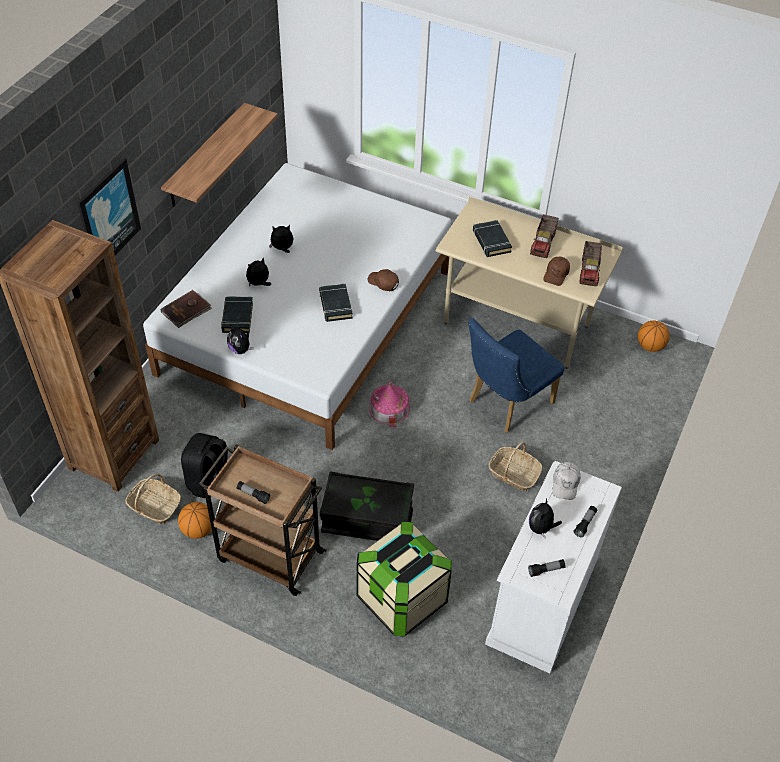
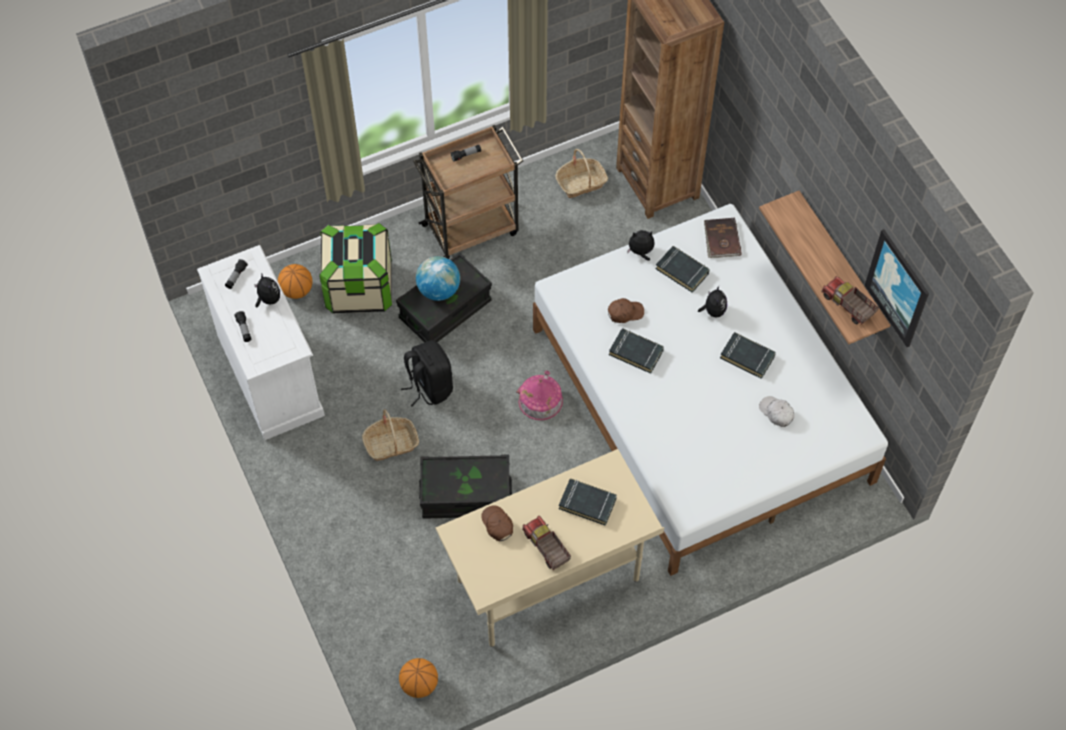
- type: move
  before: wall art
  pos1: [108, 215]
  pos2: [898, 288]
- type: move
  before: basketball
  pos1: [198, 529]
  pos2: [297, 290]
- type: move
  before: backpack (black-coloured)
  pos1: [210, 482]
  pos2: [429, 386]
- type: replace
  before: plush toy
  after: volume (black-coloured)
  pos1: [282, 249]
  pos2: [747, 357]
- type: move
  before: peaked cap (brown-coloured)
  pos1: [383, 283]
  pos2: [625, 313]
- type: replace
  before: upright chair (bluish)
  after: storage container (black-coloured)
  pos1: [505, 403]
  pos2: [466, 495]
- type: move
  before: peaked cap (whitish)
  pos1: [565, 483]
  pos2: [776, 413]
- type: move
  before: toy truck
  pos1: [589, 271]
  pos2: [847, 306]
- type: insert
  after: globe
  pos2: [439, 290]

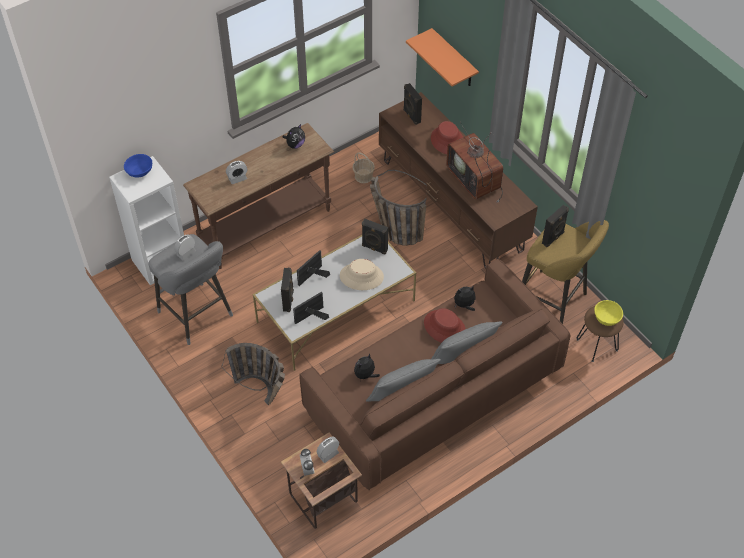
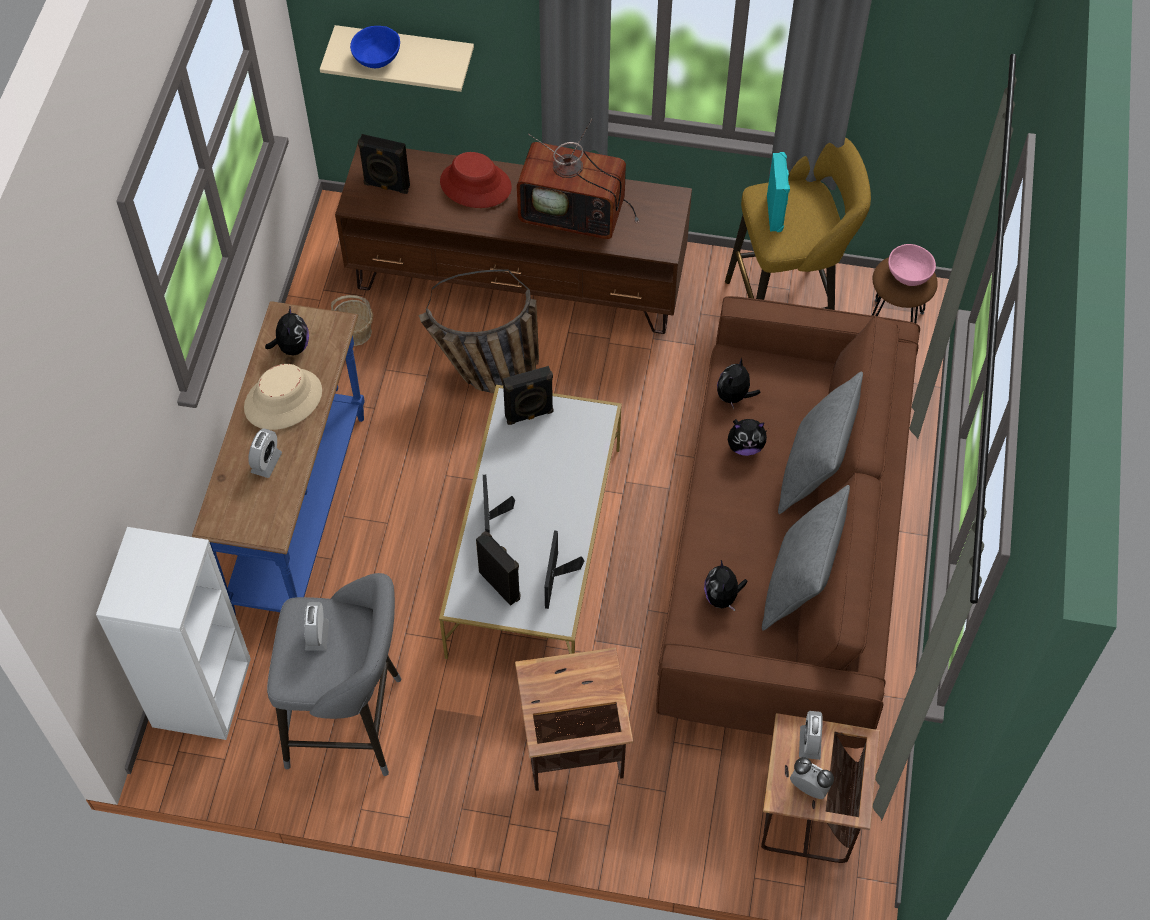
- type: move
  before: bowl (bluish)
  pos1: [140, 171]
  pos2: [377, 58]
- type: recolor
  before: narrow table (brown-coloured)
  after: narrow table (bluish)
  pos1: [266, 228]
  pos2: [301, 514]
- type: replace
  before: basket
  after: end table
  pos1: [263, 394]
  pos2: [571, 748]
- type: move
  before: hat (beige-coloured)
  pos1: [361, 276]
  pos2: [283, 399]
- type: recolor
  before: shelf (orange-coloured)
  after: shelf (beige-coloured)
  pos1: [454, 59]
  pos2: [406, 52]
- type: replace
  before: hat (red)
  after: plush toy
  pos1: [445, 327]
  pos2: [745, 446]
- type: recolor
  before: audio speaker (black-coloured)
  after: audio speaker (turquoise)
  pos1: [553, 238]
  pos2: [775, 213]
- type: recolor
  before: bowl (yellowish)
  after: bowl (pink)
  pos1: [606, 318]
  pos2: [908, 275]

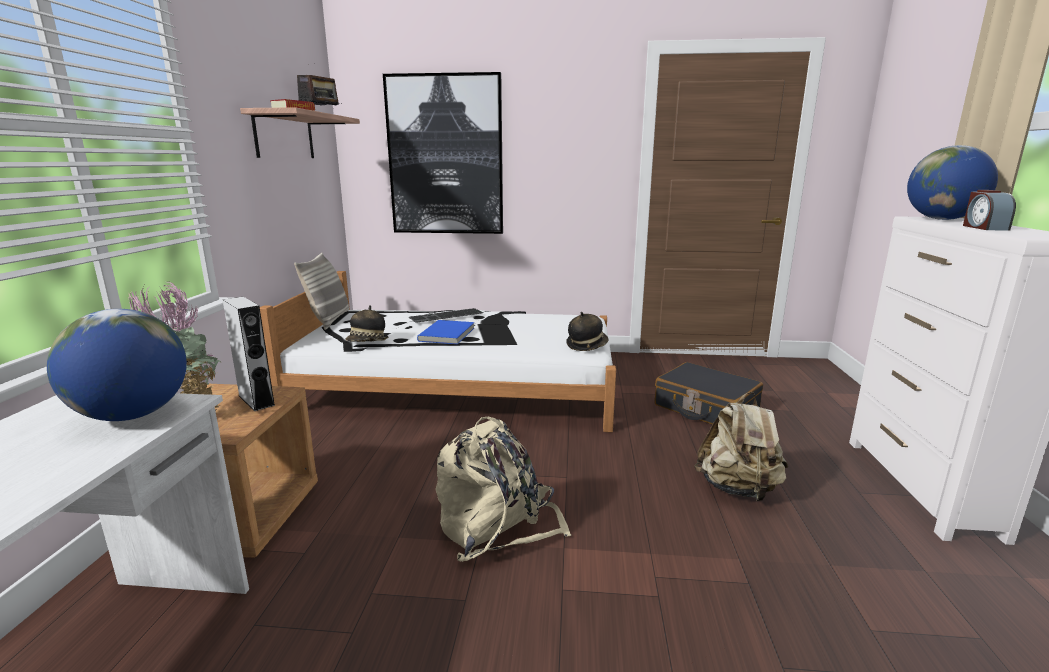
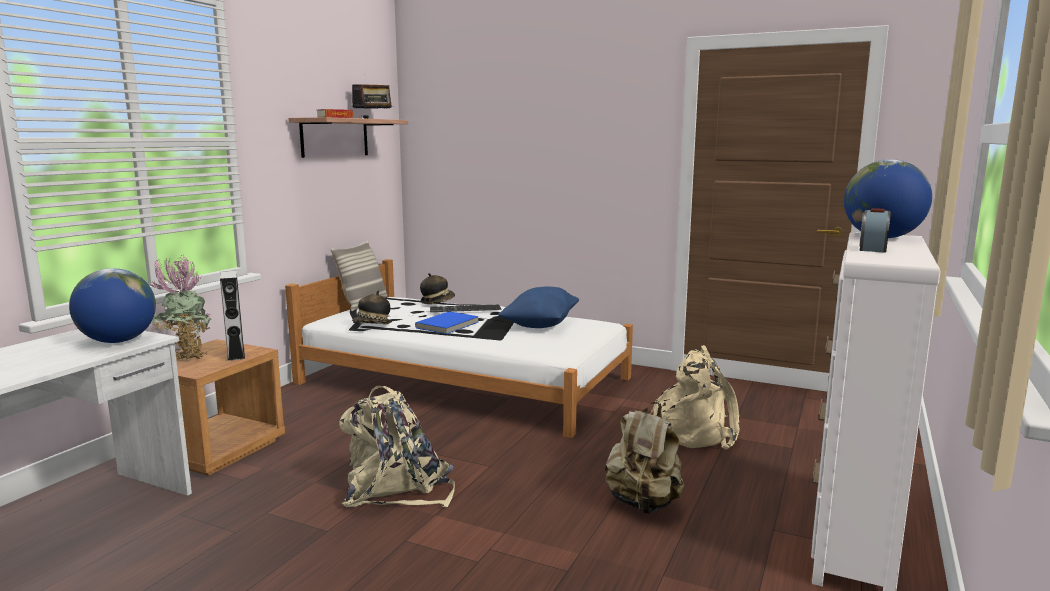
- type: delete
  before: wall art
  pos1: [445, 156]
- type: move
  before: hat
  pos1: [586, 345]
  pos2: [437, 301]
- type: replace
  before: travel case (black-coloured)
  after: backpack (beige-coloured)
  pos1: [705, 408]
  pos2: [695, 432]
- type: insert
  after: throw pillow (bluish)
  pos2: [540, 325]

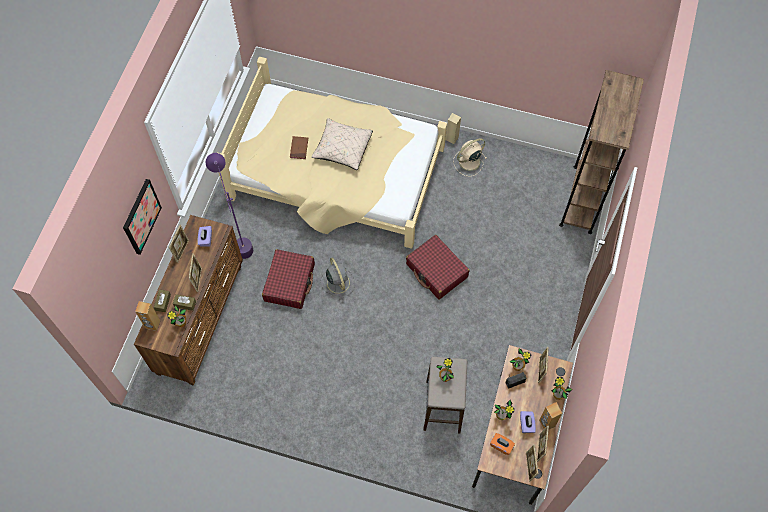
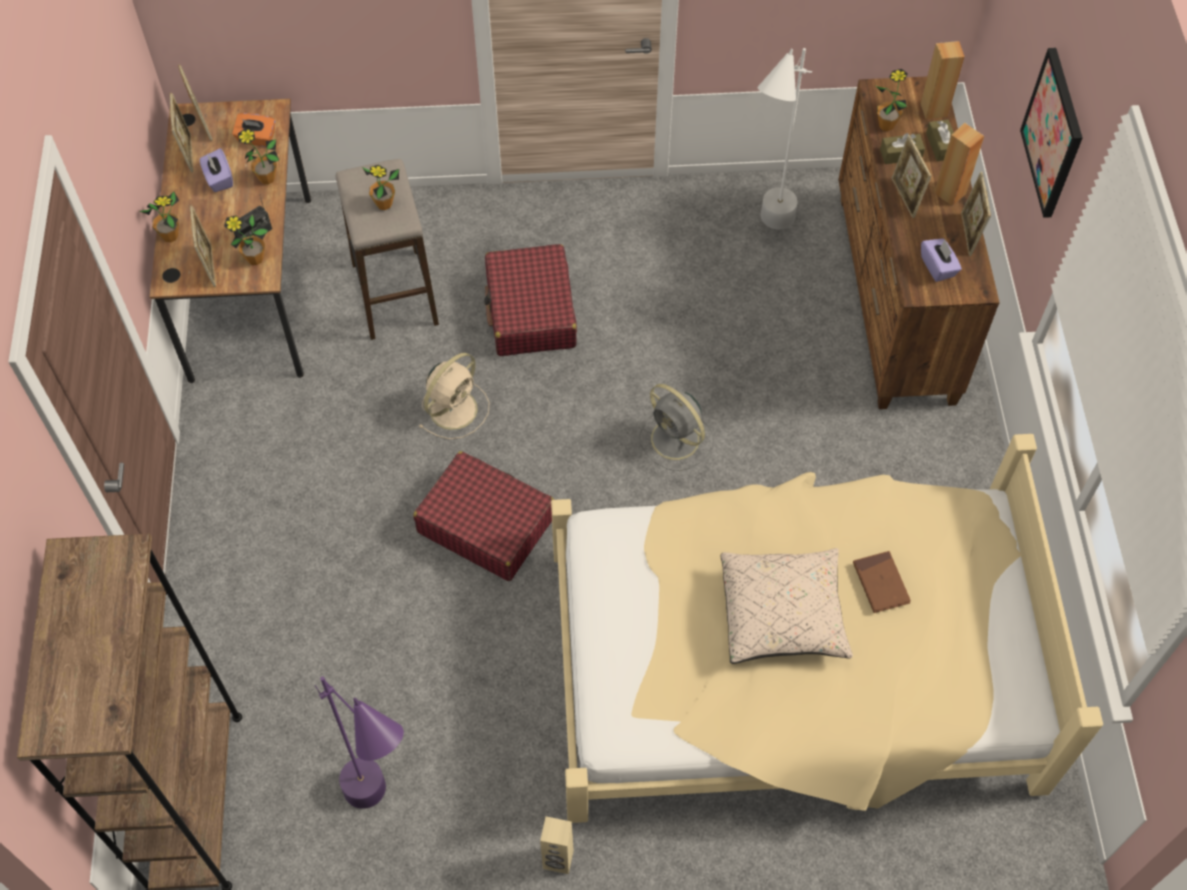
- type: move
  before: floor lamp (purple)
  pos1: [239, 238]
  pos2: [387, 813]
- type: move
  before: travel case (red)
  pos1: [289, 282]
  pos2: [531, 311]
- type: move
  before: cooling fan (beige-coloured)
  pos1: [468, 162]
  pos2: [455, 408]
- type: move
  before: audio speaker (brown-coloured)
  pos1: [546, 423]
  pos2: [950, 193]
- type: insert
  after: floor lamp (whitish)
  pos2: [766, 236]

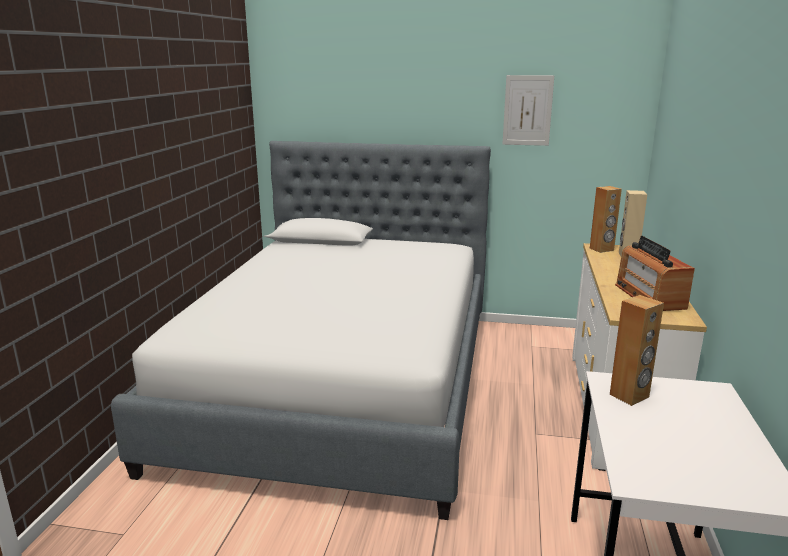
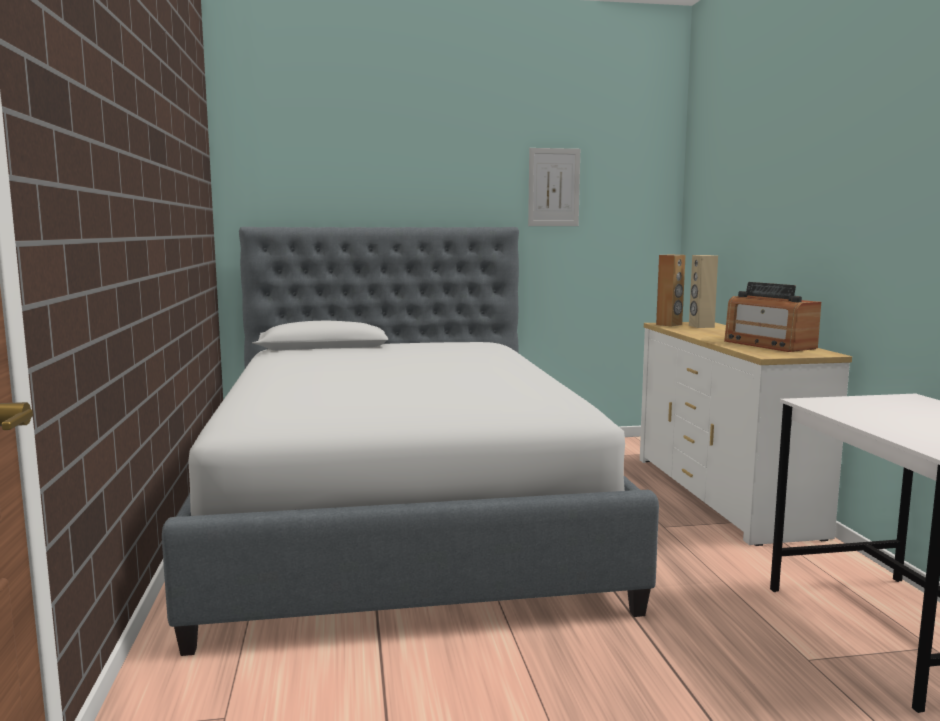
- type: delete
  before: audio speaker (brown-coloured)
  pos1: [629, 396]

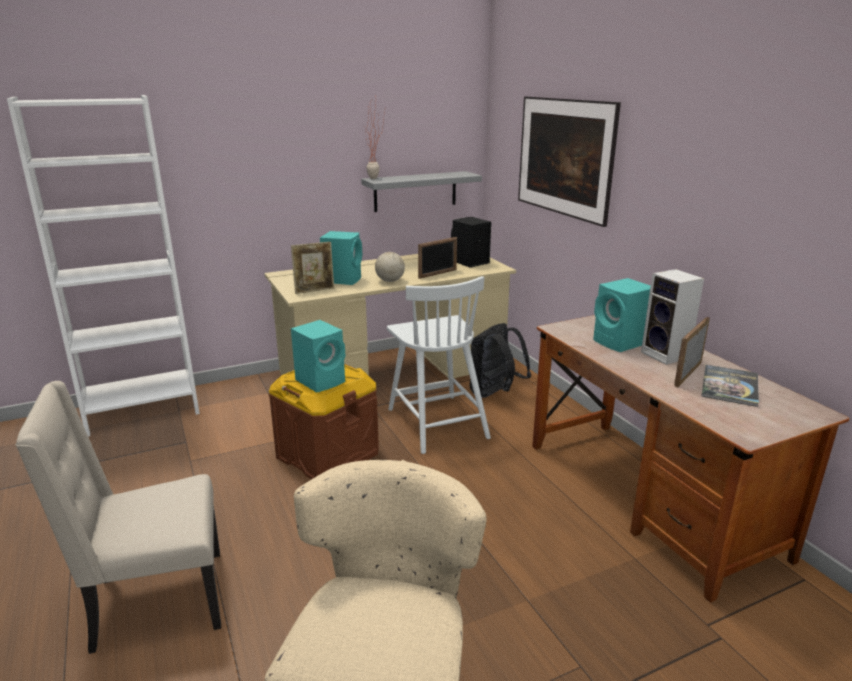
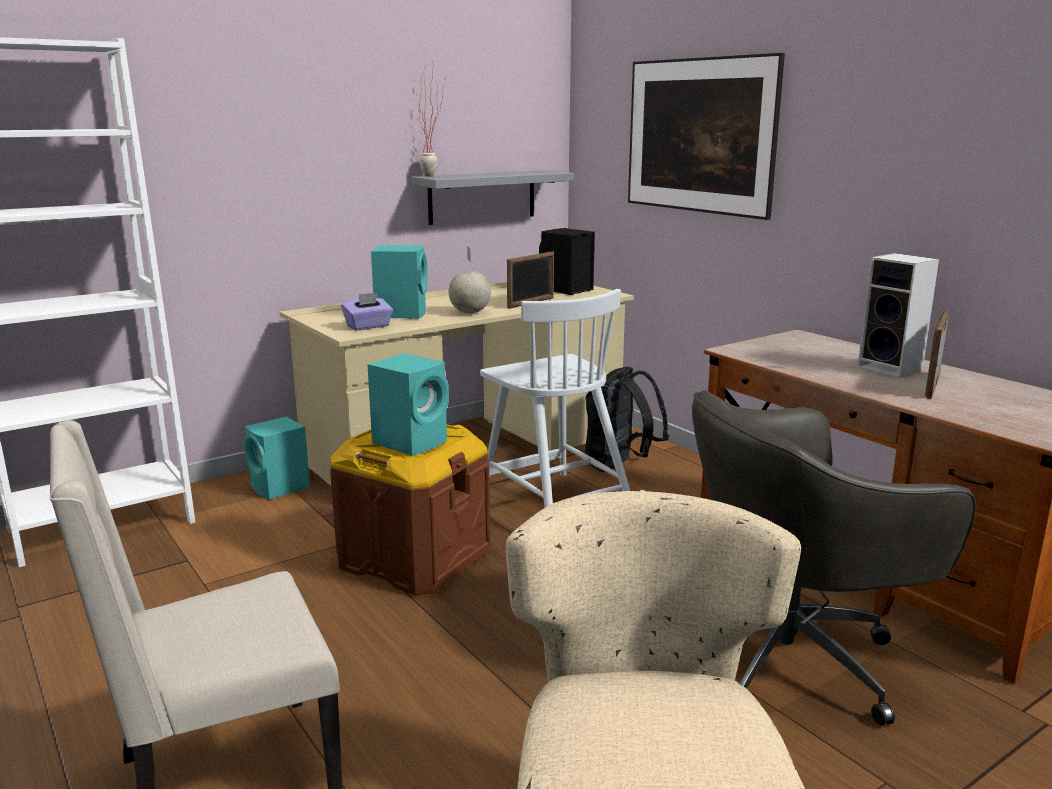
- type: replace
  before: picture frame
  after: tissue box (purple)
  pos1: [314, 290]
  pos2: [368, 326]
- type: move
  before: audio speaker (turquoise)
  pos1: [621, 343]
  pos2: [280, 488]
- type: delete
  before: volume
  pos1: [730, 386]
- type: insert
  after: computer chair (gray)
  pos2: [792, 658]

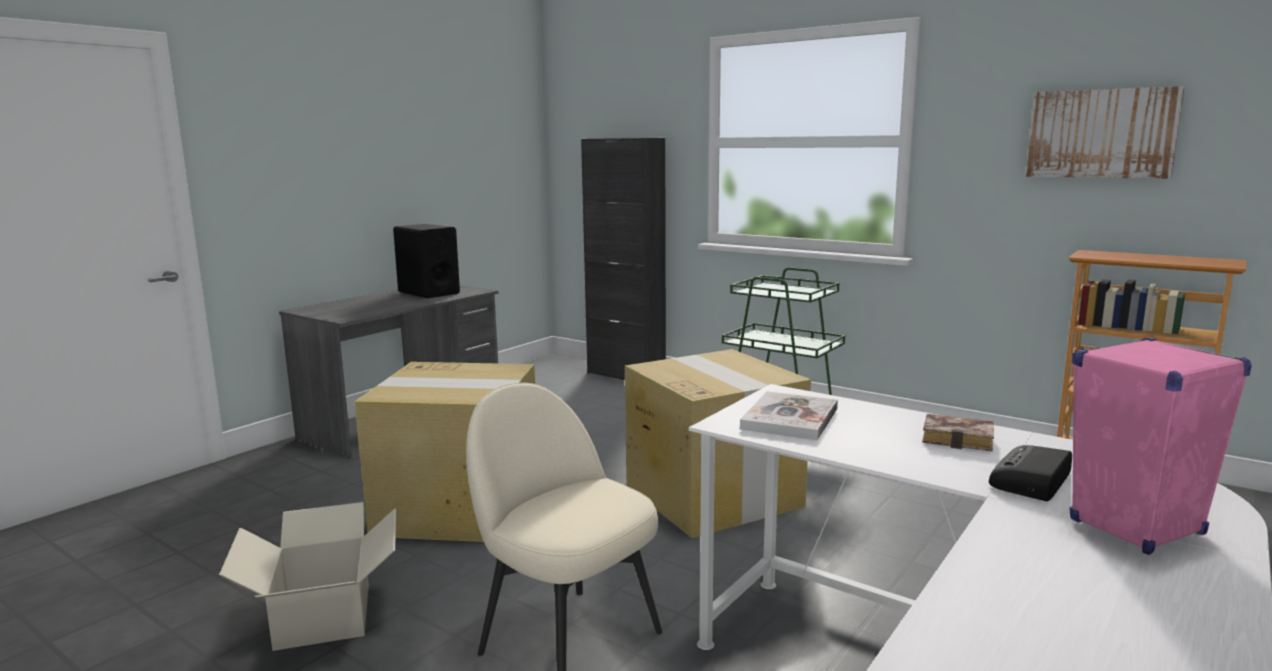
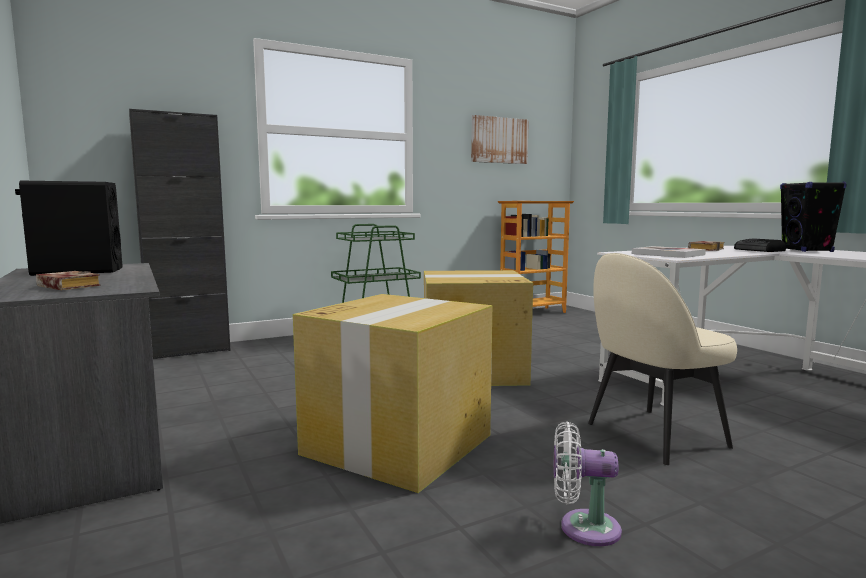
- type: replace
  before: packing box
  after: cooling fan (whitish)
  pos1: [322, 616]
  pos2: [583, 527]
- type: recolor
  before: audio speaker (pink)
  after: audio speaker (black-coloured)
  pos1: [1136, 527]
  pos2: [806, 250]
- type: insert
  after: volume
  pos2: [65, 286]

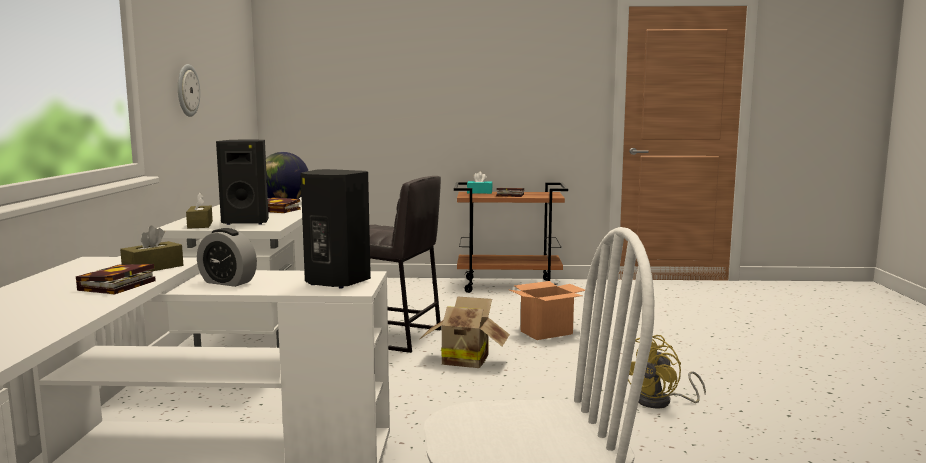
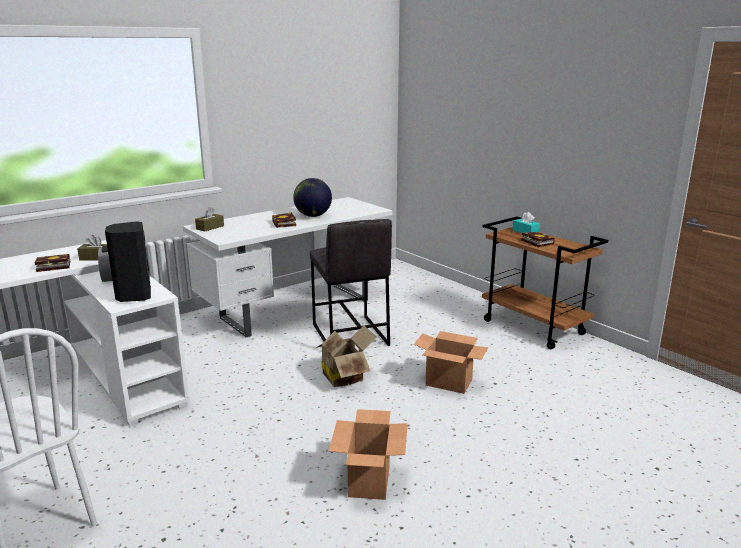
- type: delete
  before: wall clock
  pos1: [187, 90]
- type: delete
  before: audio speaker (black-coloured)
  pos1: [247, 222]
- type: replace
  before: cooling fan (yellowish)
  after: packing box
  pos1: [661, 402]
  pos2: [369, 481]

